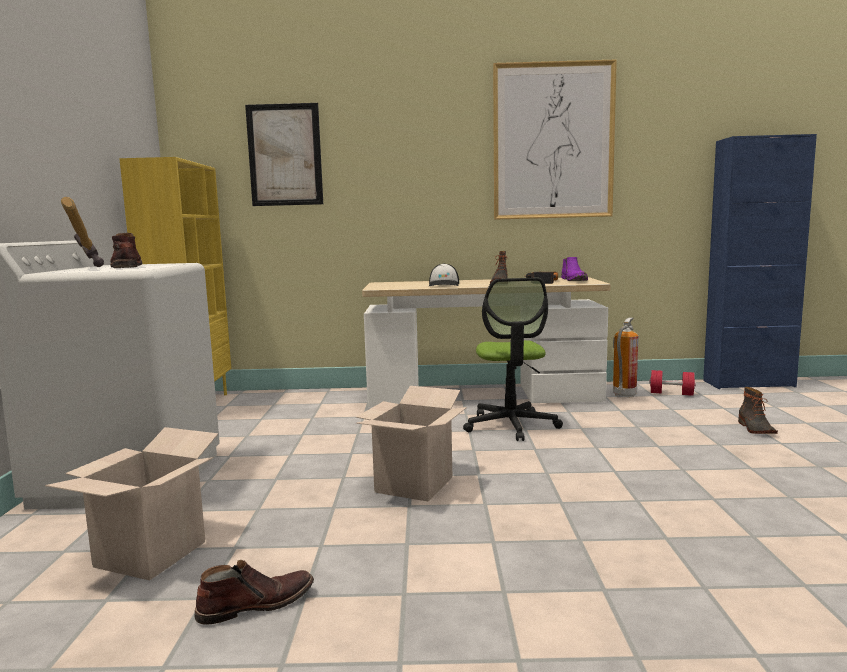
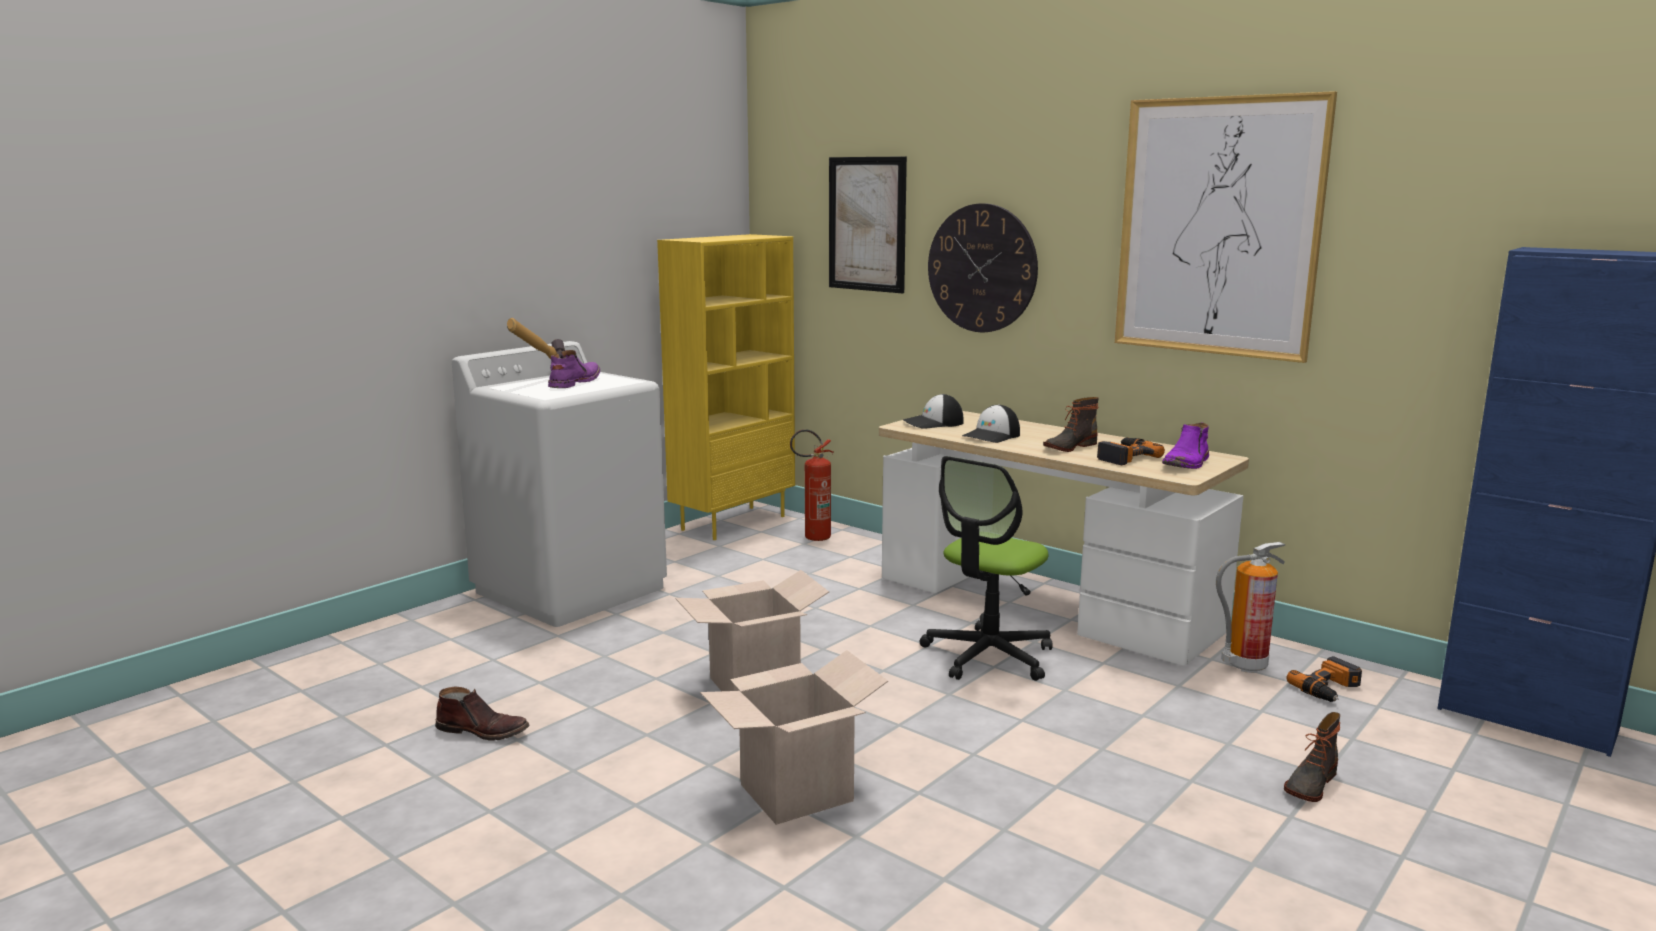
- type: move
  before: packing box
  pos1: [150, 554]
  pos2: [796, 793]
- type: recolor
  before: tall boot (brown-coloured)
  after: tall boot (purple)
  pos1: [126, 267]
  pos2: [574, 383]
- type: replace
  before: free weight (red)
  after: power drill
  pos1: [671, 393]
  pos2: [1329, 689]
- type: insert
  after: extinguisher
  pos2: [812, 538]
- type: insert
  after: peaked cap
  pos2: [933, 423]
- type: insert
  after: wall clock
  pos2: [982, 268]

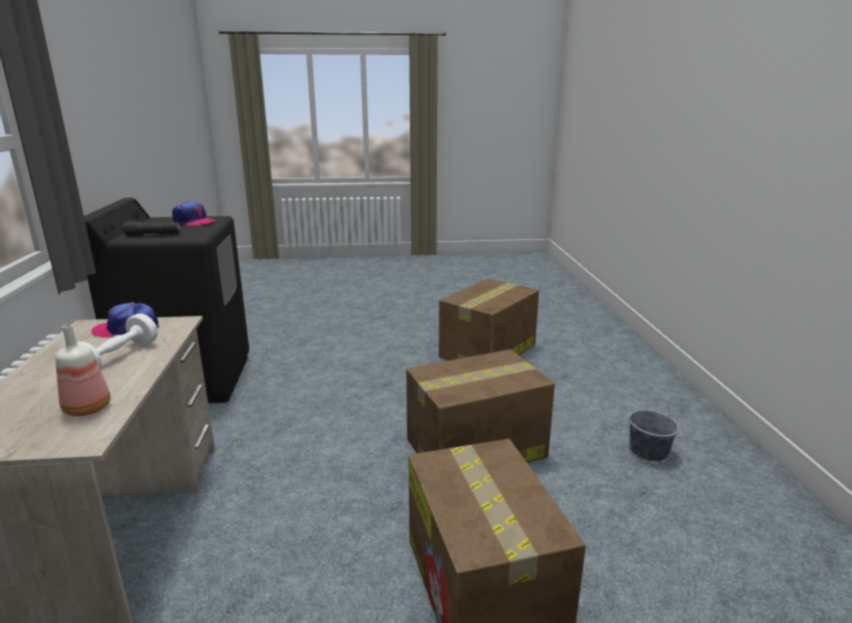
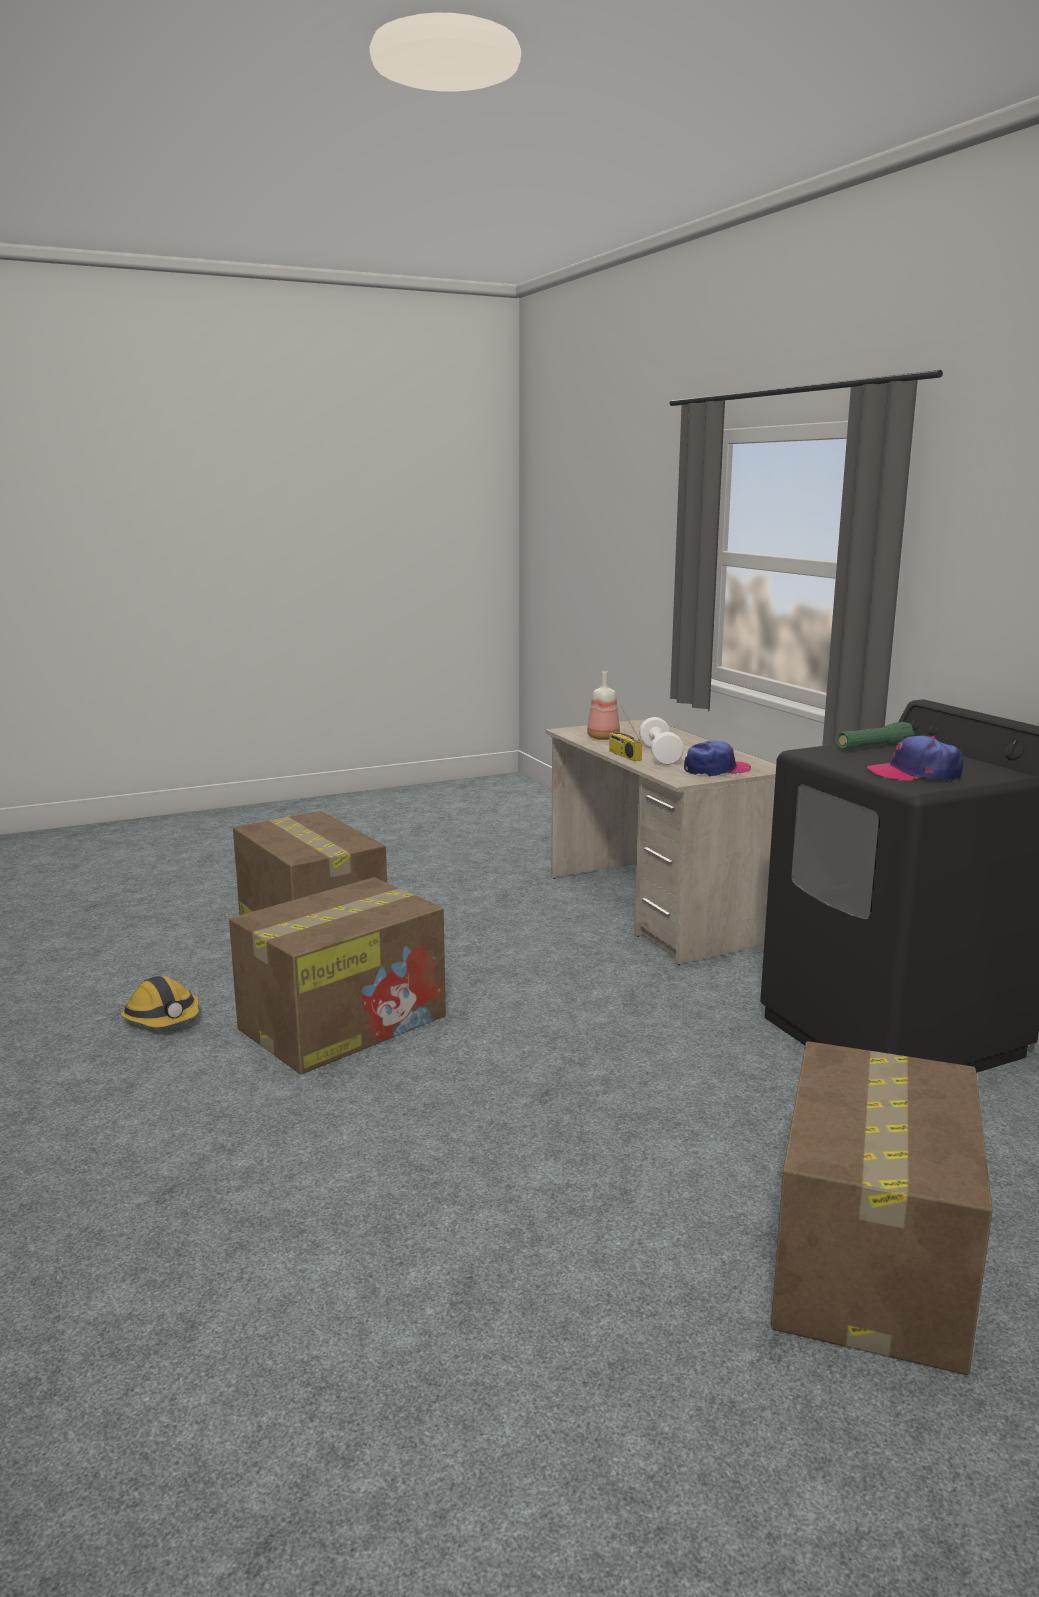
- type: recolor
  before: torch (black-coloured)
  after: torch (green-coloured)
  pos1: [153, 235]
  pos2: [873, 747]
- type: move
  before: packing box
  pos1: [487, 351]
  pos2: [870, 1261]
- type: delete
  before: pail (gray)
  pos1: [648, 451]
- type: insert
  after: hard hat
  pos2: [163, 1019]
- type: insert
  after: radio
  pos2: [623, 755]

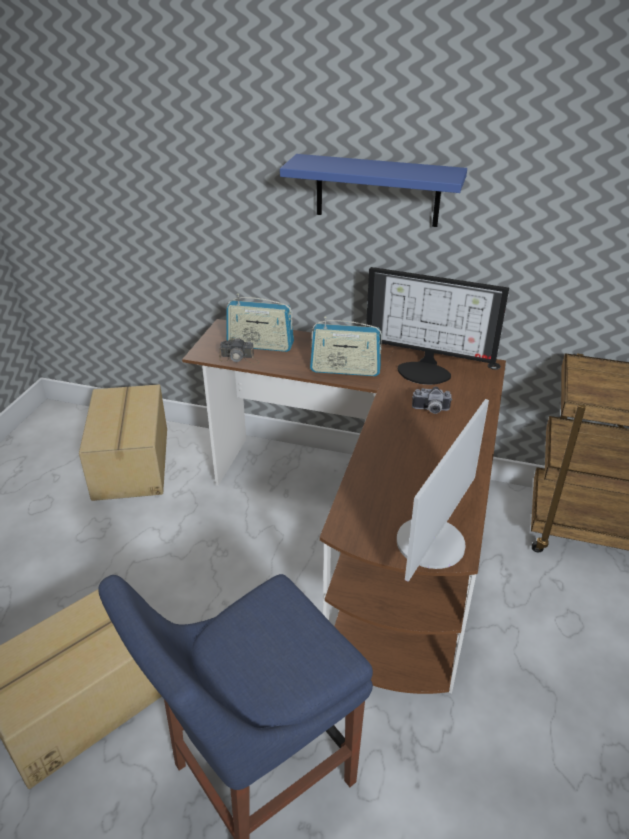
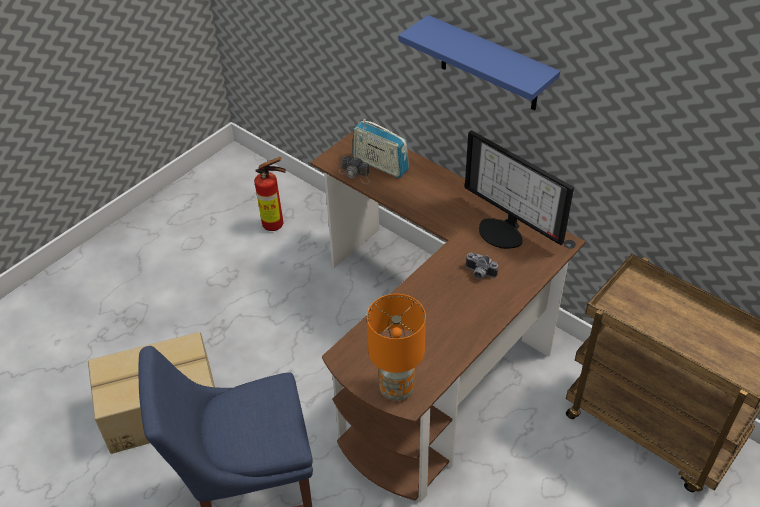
- type: replace
  before: packing box
  after: extinguisher
  pos1: [133, 462]
  pos2: [276, 225]
- type: delete
  before: radio
  pos1: [345, 370]
- type: replace
  before: computer display
  after: tabletop lamp (orange-coloured)
  pos1: [431, 543]
  pos2: [397, 388]

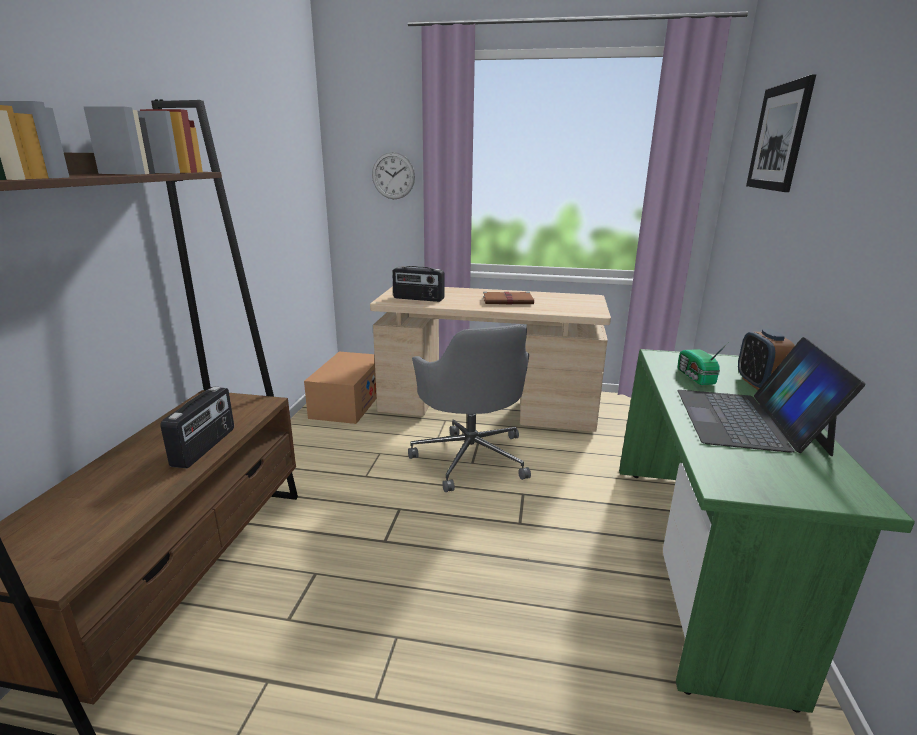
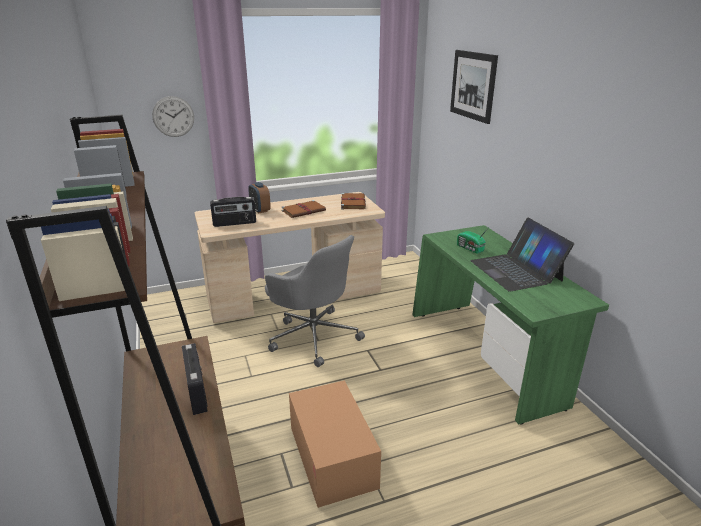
- type: move
  before: packing box
  pos1: [348, 403]
  pos2: [332, 456]
- type: move
  before: alarm clock
  pos1: [759, 384]
  pos2: [260, 210]
- type: insert
  after: volume (brown-coloured)
  pos2: [353, 202]

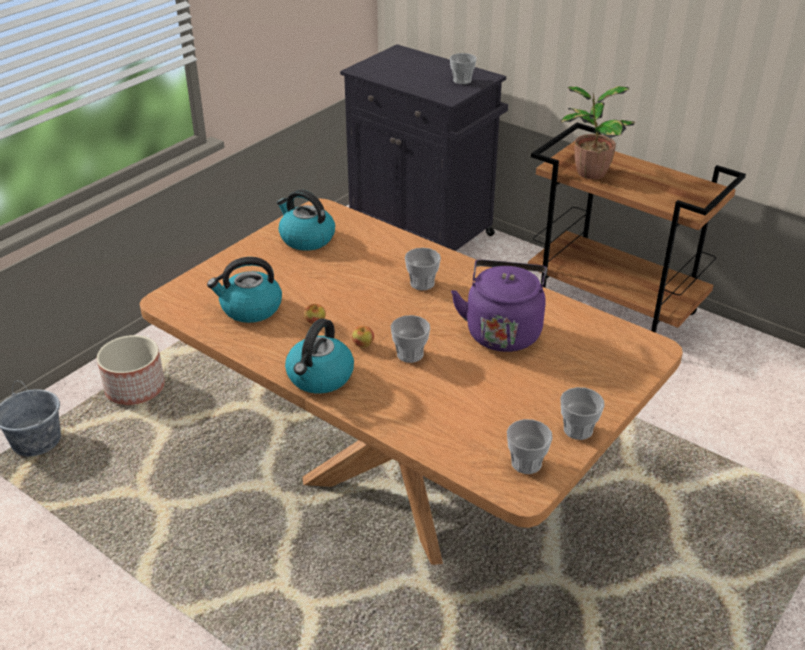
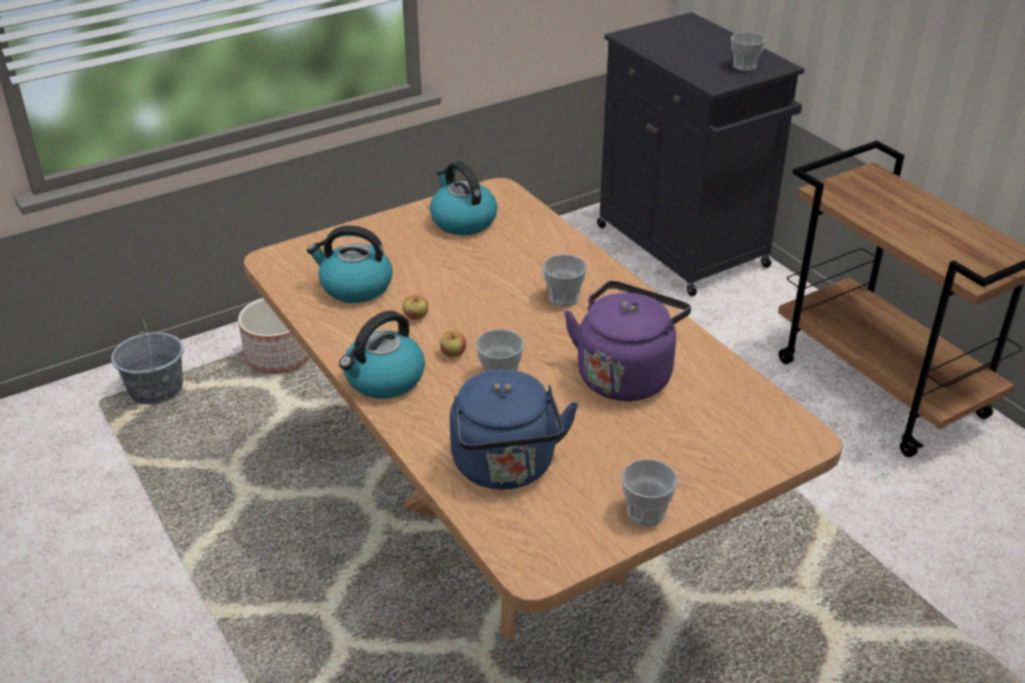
- type: delete
  before: cup
  pos1: [526, 463]
- type: delete
  before: houseplant
  pos1: [589, 172]
- type: insert
  after: tea kettle (bluish)
  pos2: [506, 468]

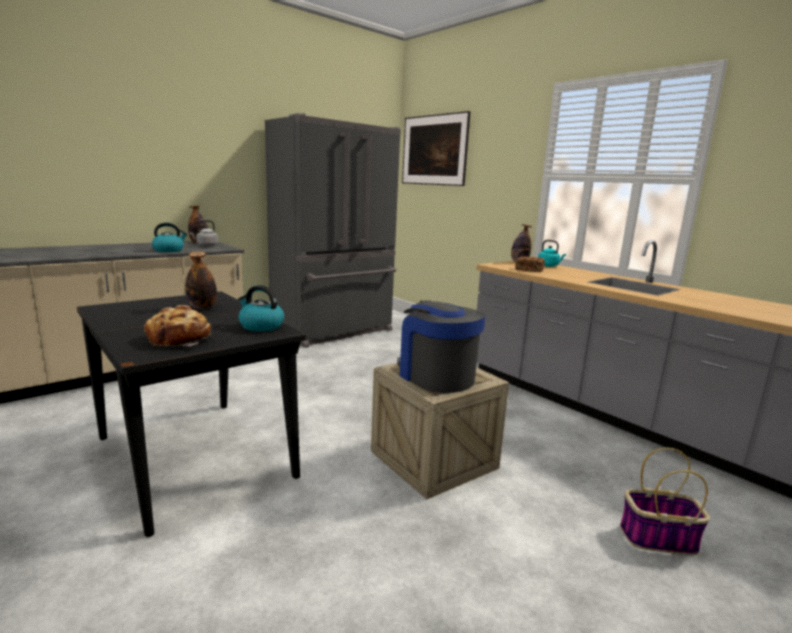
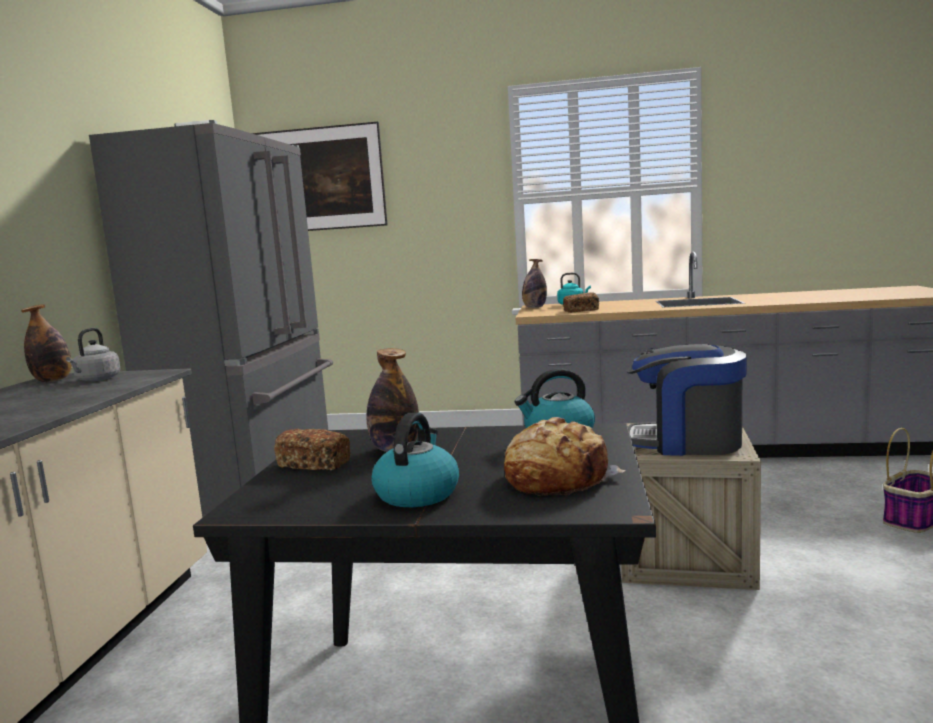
- type: move
  before: tea kettle
  pos1: [169, 250]
  pos2: [417, 493]
- type: insert
  after: bread
  pos2: [314, 464]

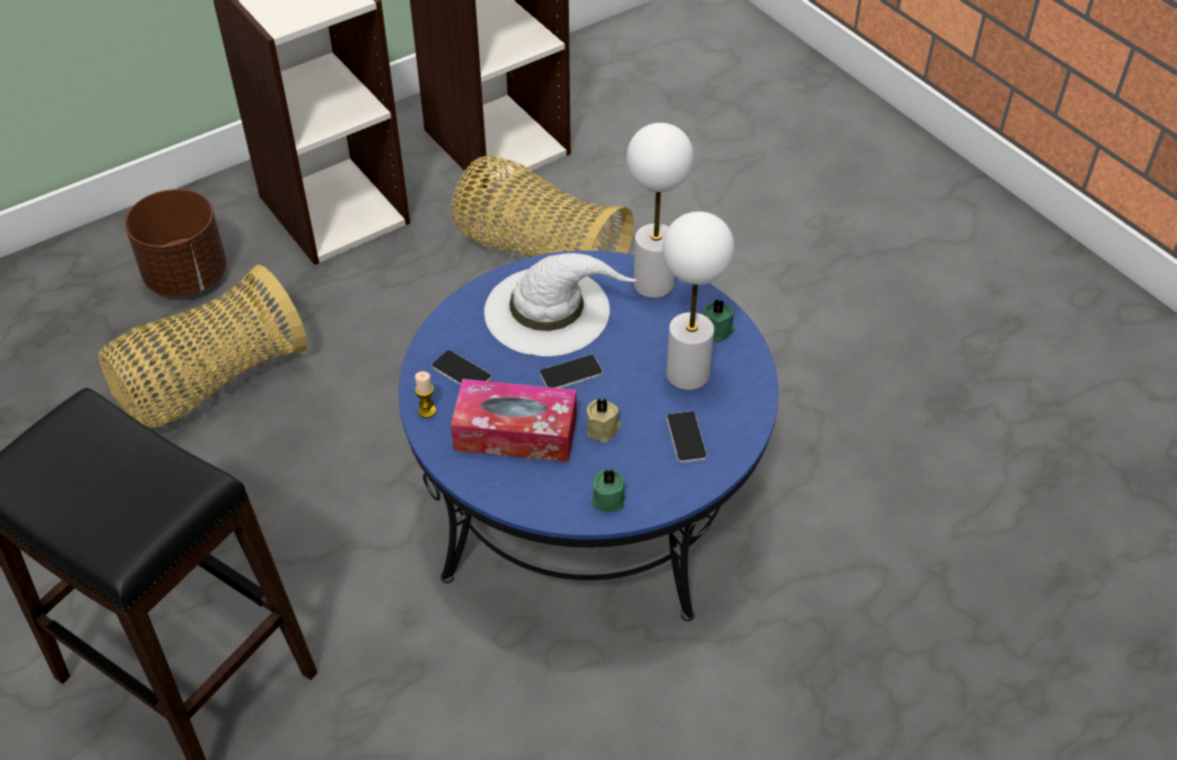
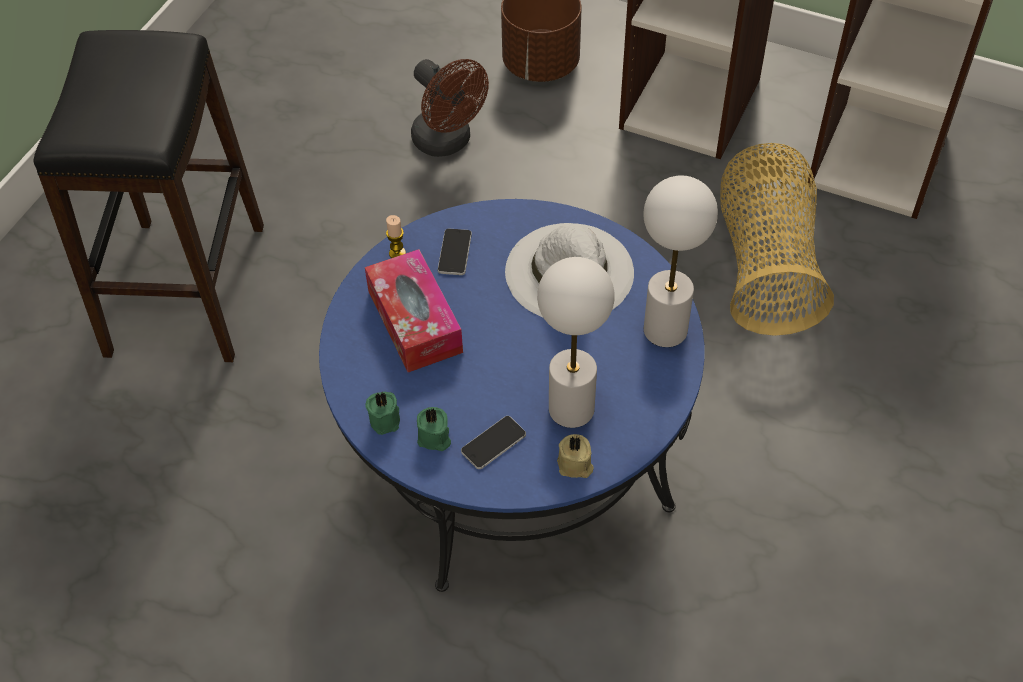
- type: replace
  before: basket
  after: cooling fan (brown-coloured)
  pos1: [210, 383]
  pos2: [448, 142]
- type: delete
  before: handset
  pos1: [571, 373]
- type: move
  before: wax light (beige-coloured)
  pos1: [603, 429]
  pos2: [575, 466]
- type: move
  before: wax light (green-coloured)
  pos1: [718, 331]
  pos2: [434, 438]

